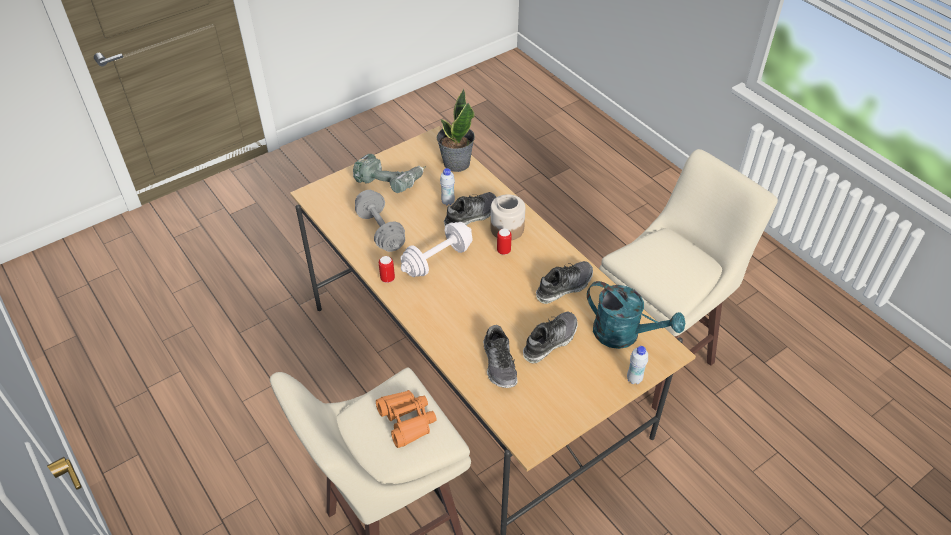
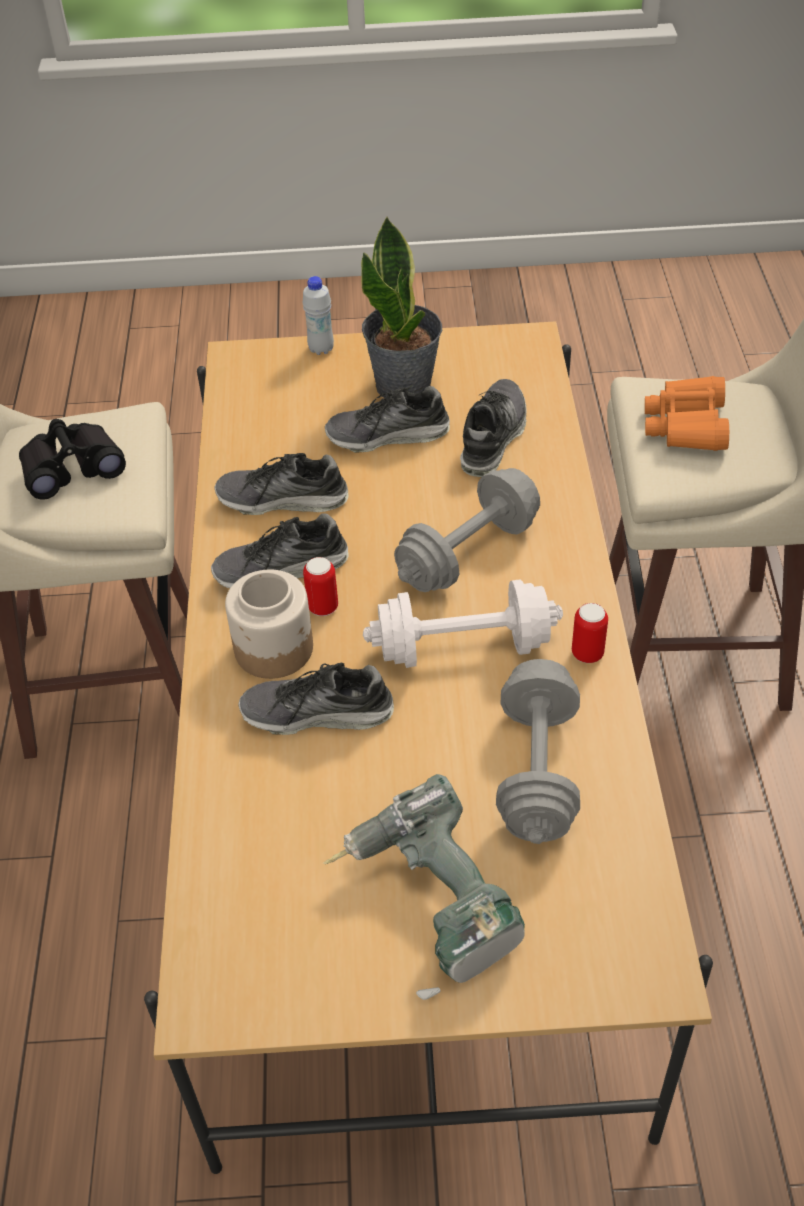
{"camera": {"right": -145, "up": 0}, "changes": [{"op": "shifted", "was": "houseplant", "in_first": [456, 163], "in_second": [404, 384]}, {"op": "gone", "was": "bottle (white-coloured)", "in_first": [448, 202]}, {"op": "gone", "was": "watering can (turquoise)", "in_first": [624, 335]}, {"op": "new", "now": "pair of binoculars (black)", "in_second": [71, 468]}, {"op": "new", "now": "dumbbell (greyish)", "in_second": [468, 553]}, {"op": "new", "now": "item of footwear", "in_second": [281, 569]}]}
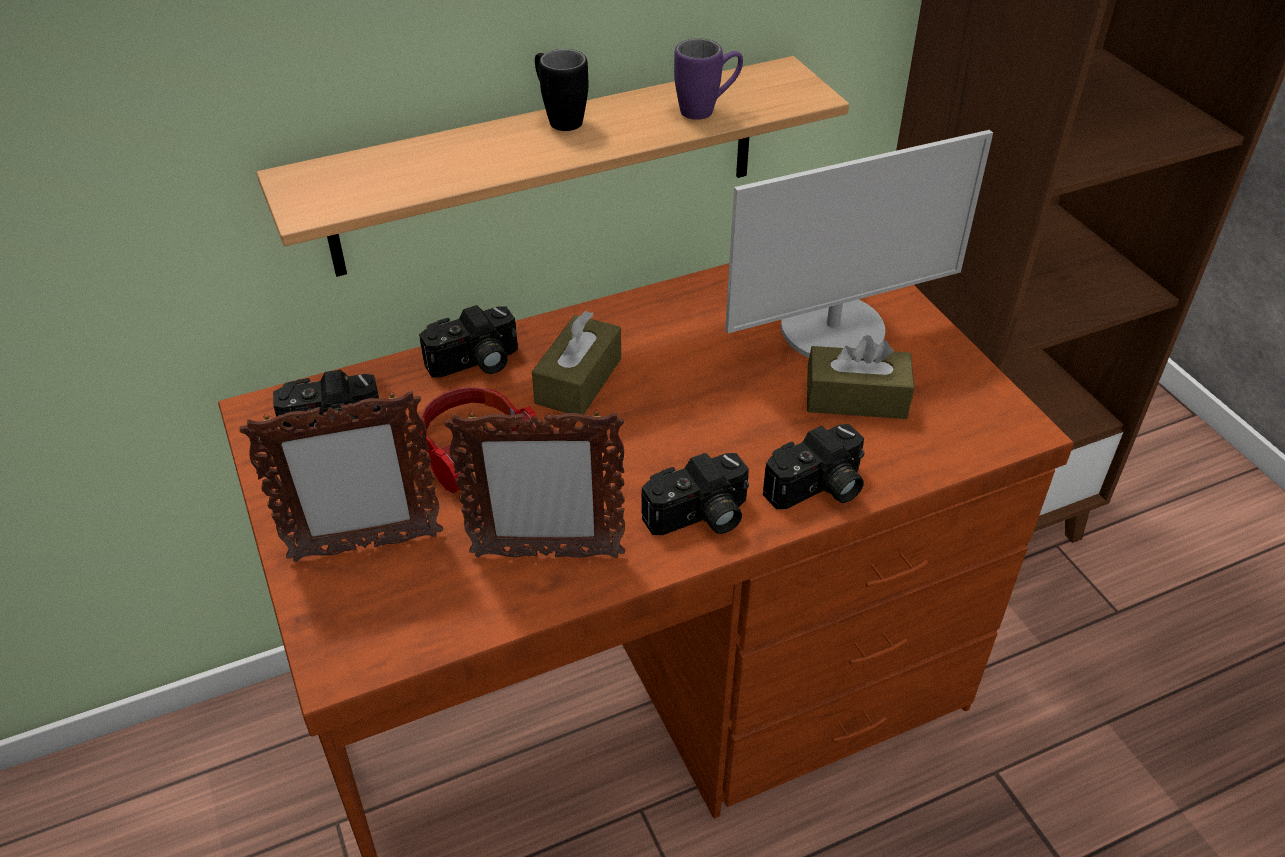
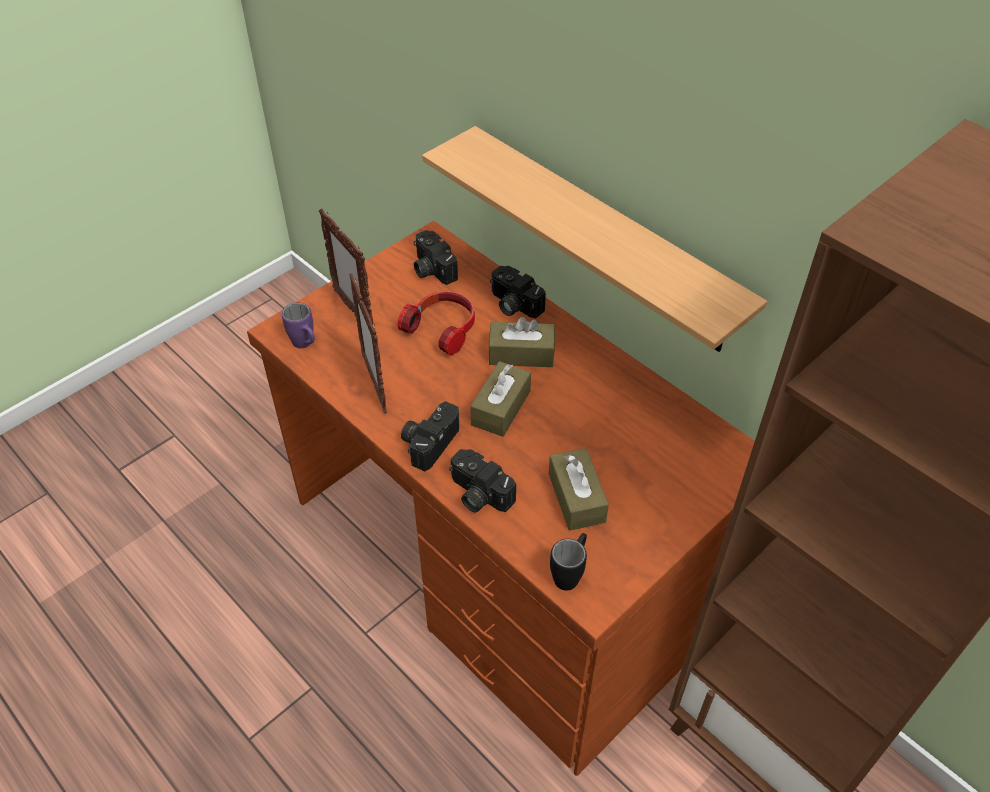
{"camera": {"right": 70, "up": 5}, "changes": [{"op": "shifted", "was": "tea mug (purple)", "in_first": [707, 110], "in_second": [306, 345]}, {"op": "shifted", "was": "tea mug (black)", "in_first": [559, 118], "in_second": [570, 573]}, {"op": "gone", "was": "monitor", "in_first": [834, 330]}, {"op": "rotated", "was": "photo camera", "in_first": [699, 518], "in_second": [429, 441], "clockwise": 75}, {"op": "new", "now": "tissue box (brownish)", "in_second": [501, 408]}]}
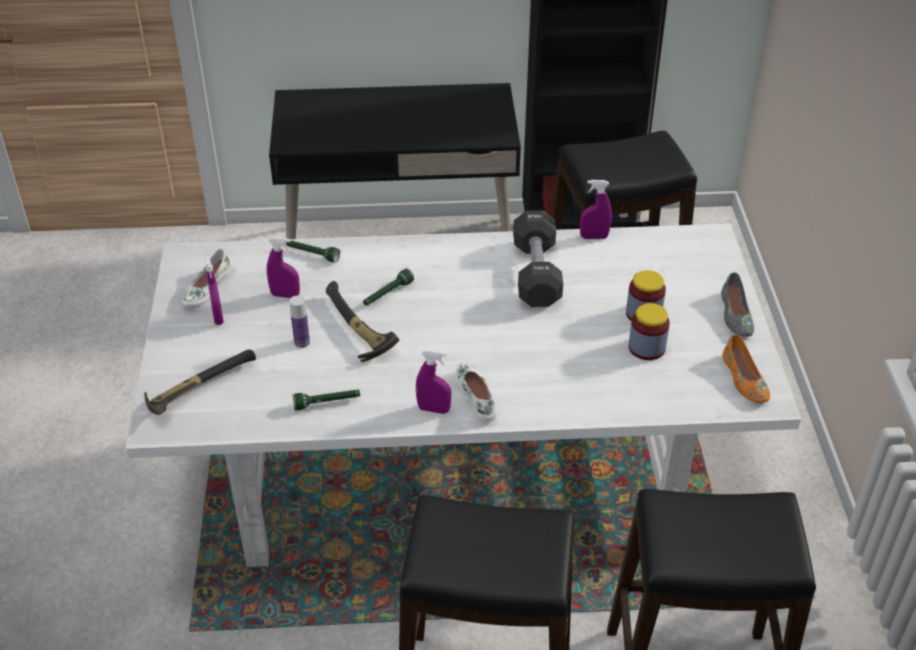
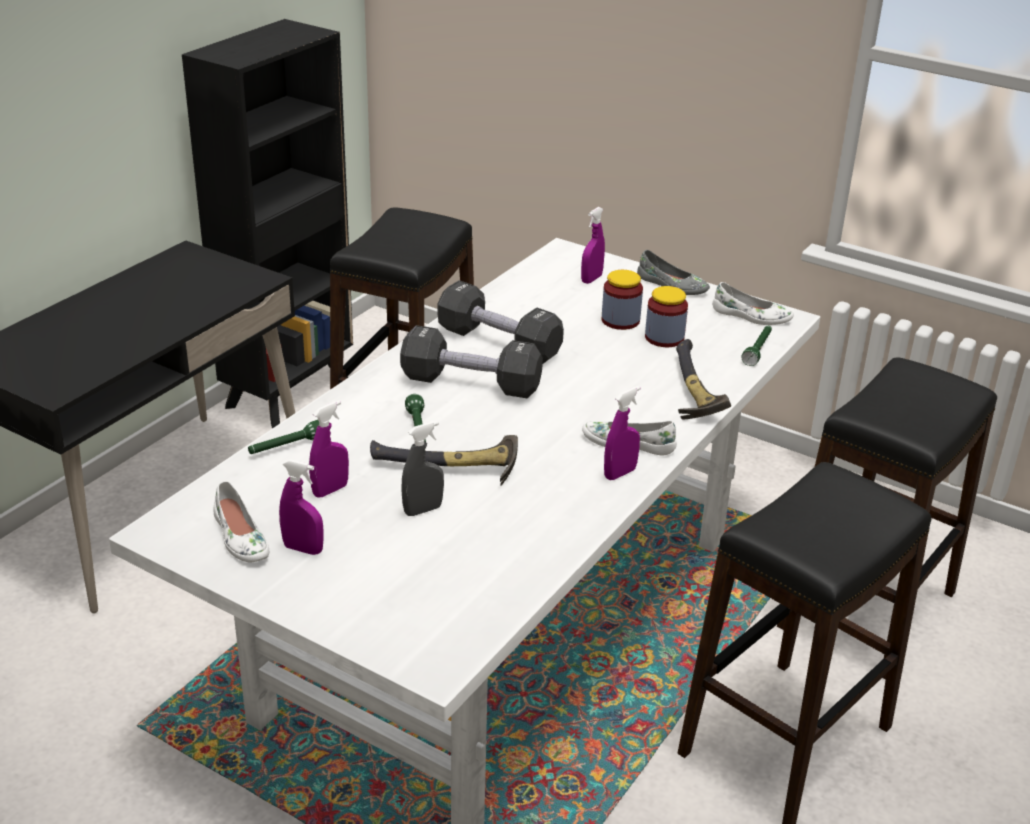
{"camera": {"right": -55, "up": -10}, "changes": [{"op": "shifted", "was": "sprayer (purple)", "in_first": [594, 237], "in_second": [591, 279]}, {"op": "swapped", "was": "bottle", "now": "sprayer (greyish)", "in_first": [302, 342], "in_second": [423, 510]}, {"op": "repainted", "was": "item of footwear (orange)", "now": "item of footwear (white-coloured)", "in_first": [744, 379], "in_second": [751, 316]}, {"op": "shifted", "was": "tool hammer", "in_first": [196, 389], "in_second": [691, 392]}, {"op": "shifted", "was": "hand torch (green)", "in_first": [327, 403], "in_second": [758, 350]}, {"op": "new", "now": "dumbbell (black)", "in_second": [471, 383]}]}
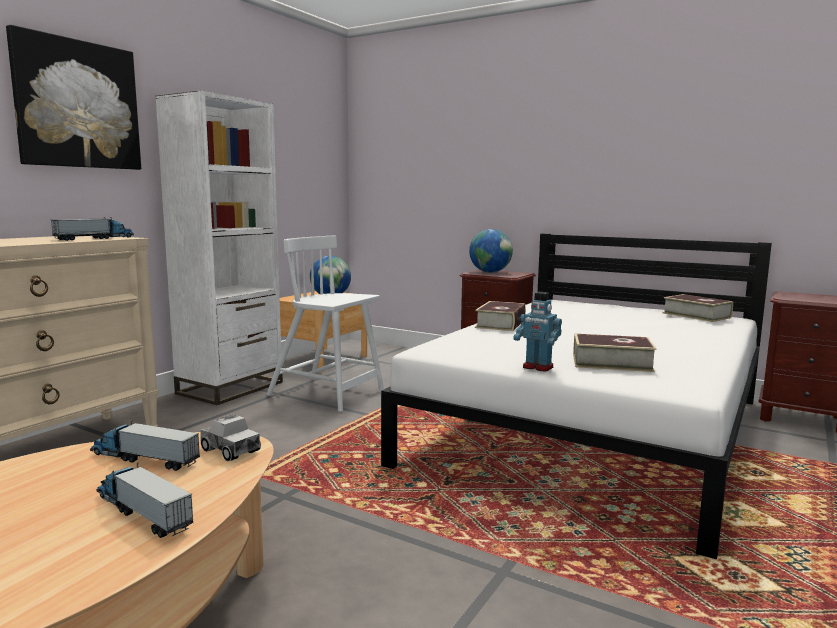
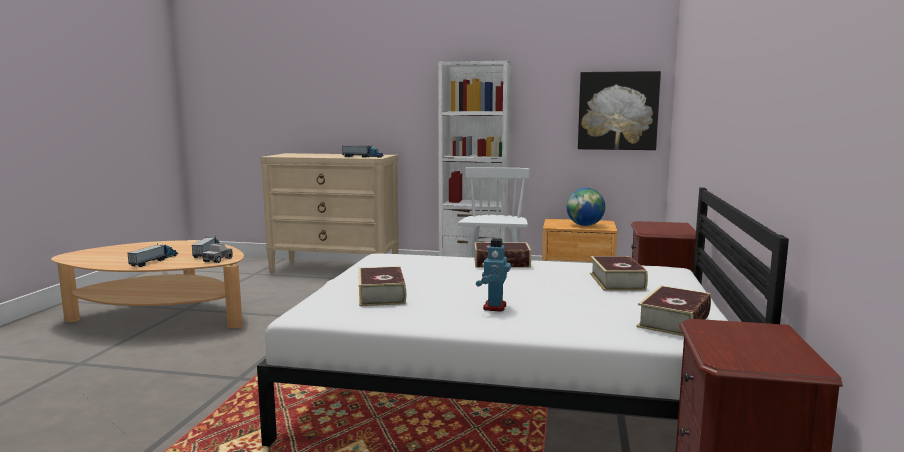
{"camera": {"right": 70, "up": 0}, "changes": [{"op": "shifted", "was": "wall picture", "in_first": [77, 104], "in_second": [617, 111]}, {"op": "gone", "was": "world globe", "in_first": [490, 272]}, {"op": "shifted", "was": "model robot", "in_first": [537, 367], "in_second": [494, 307]}, {"op": "new", "now": "bound book", "in_second": [617, 281]}]}
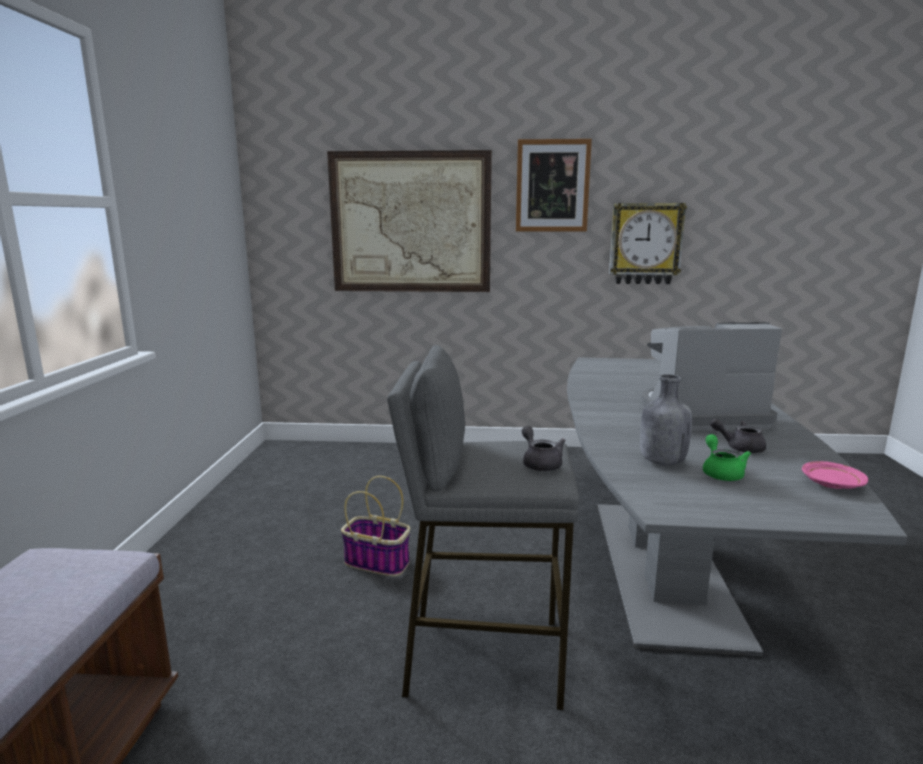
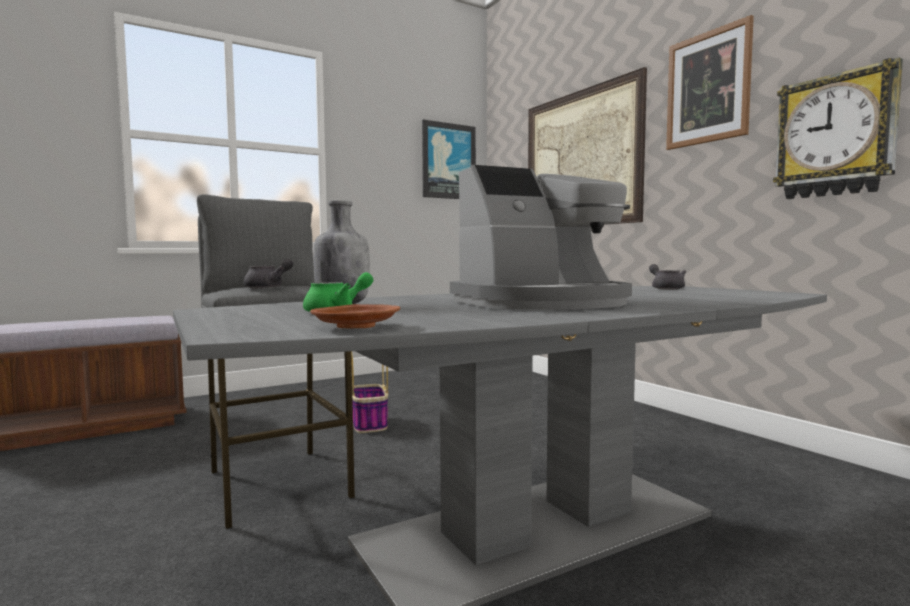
{"camera": {"right": 55, "up": -10}, "changes": [{"op": "rotated", "was": "coffee maker", "in_first": [699, 415], "in_second": [542, 303], "clockwise": 105}, {"op": "shifted", "was": "pot for tea (greyish)", "in_first": [739, 447], "in_second": [666, 288]}, {"op": "repainted", "was": "dinner plate (pink-coloured)", "now": "dinner plate (brownish)", "in_first": [831, 484], "in_second": [357, 327]}, {"op": "new", "now": "wall picture", "in_second": [448, 161]}]}
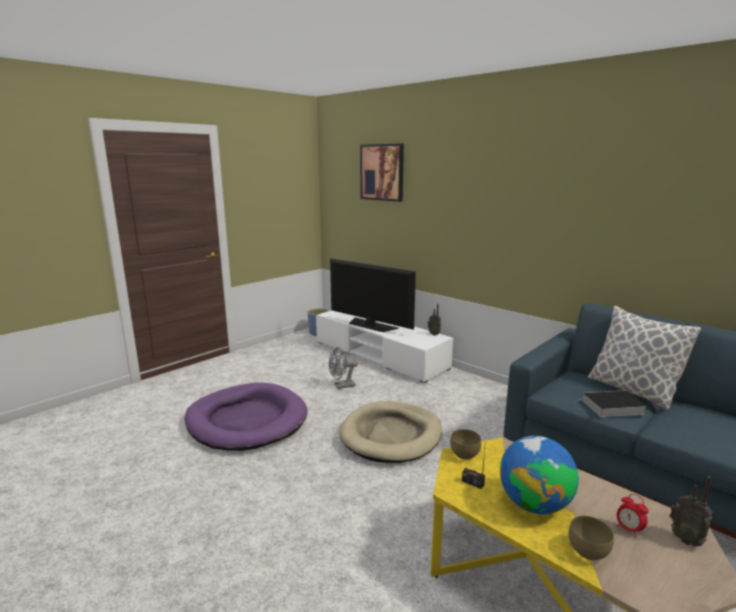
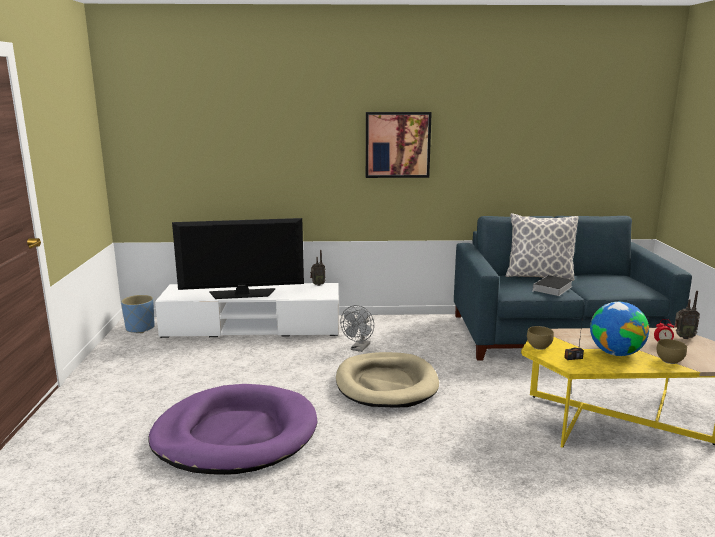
{"camera": {"right": -45, "up": 0}, "changes": [{"op": "shifted", "was": "wall picture", "in_first": [382, 172], "in_second": [397, 145]}, {"op": "shifted", "was": "fan (greyish)", "in_first": [342, 386], "in_second": [359, 348]}]}
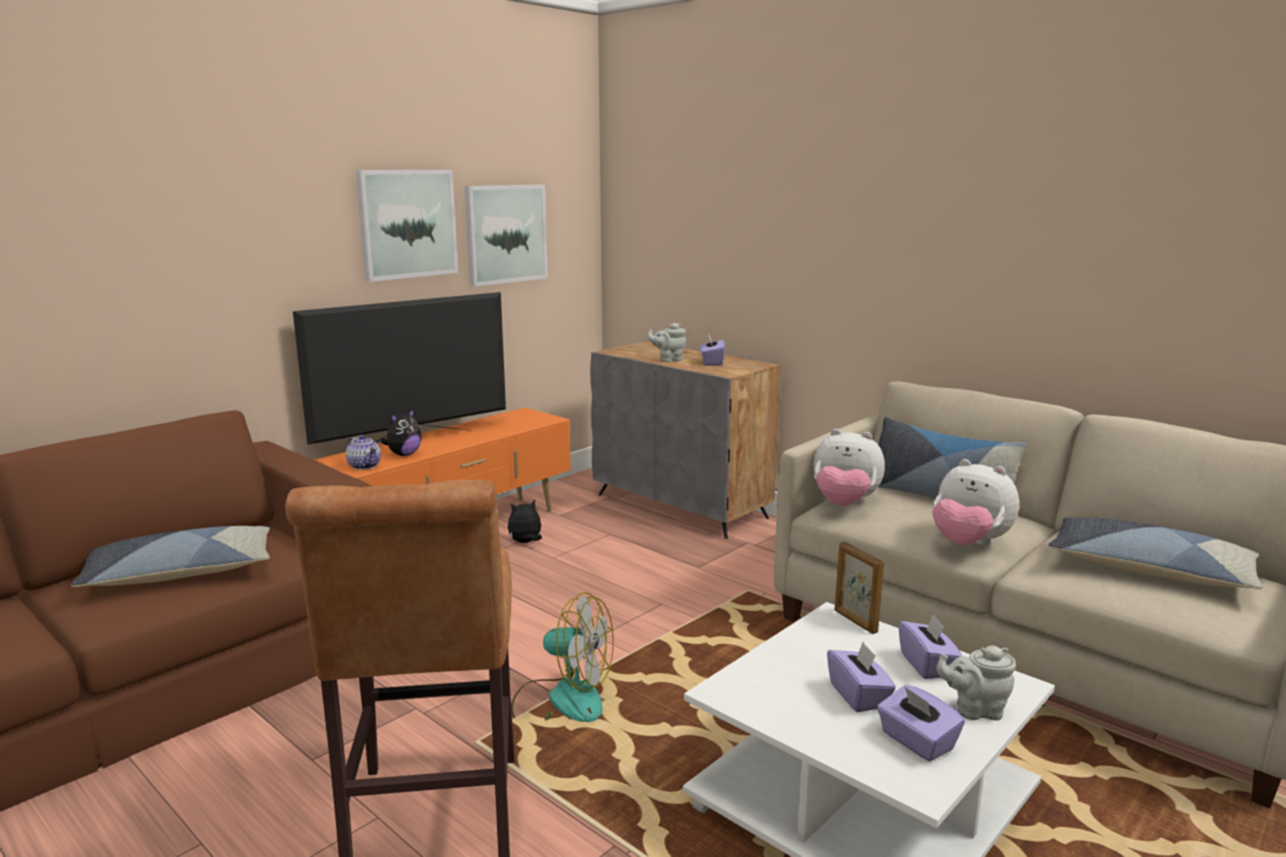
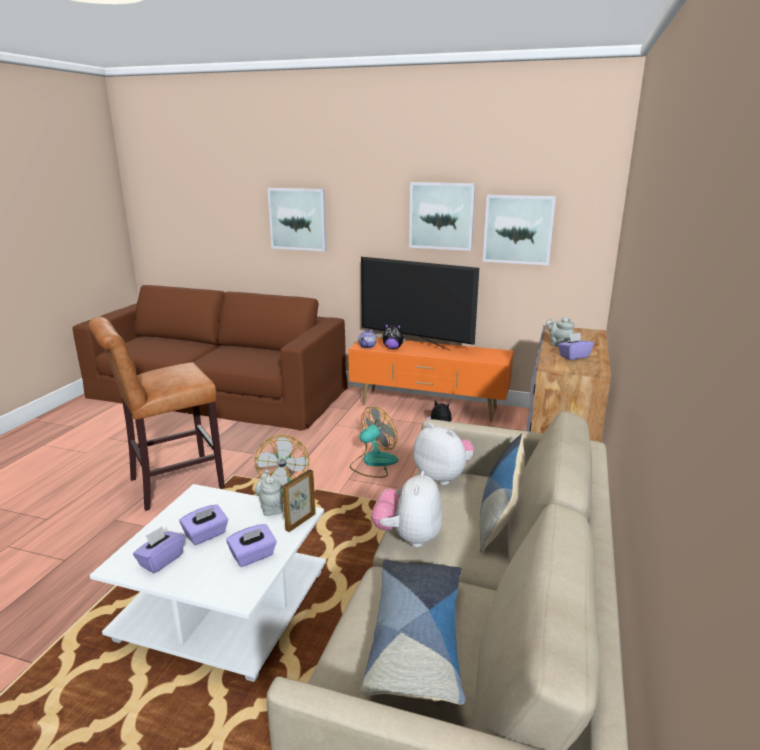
{"camera": {"right": 65, "up": 5}, "changes": [{"op": "rotated", "was": "cuddly toy", "in_first": [844, 504], "in_second": [443, 477], "clockwise": 135}, {"op": "gone", "was": "throw pillow", "in_first": [180, 573]}, {"op": "shifted", "was": "pot for tea (greyish)", "in_first": [975, 710], "in_second": [271, 508]}, {"op": "new", "now": "wall picture", "in_second": [298, 219]}, {"op": "new", "now": "fan", "in_second": [373, 463]}]}
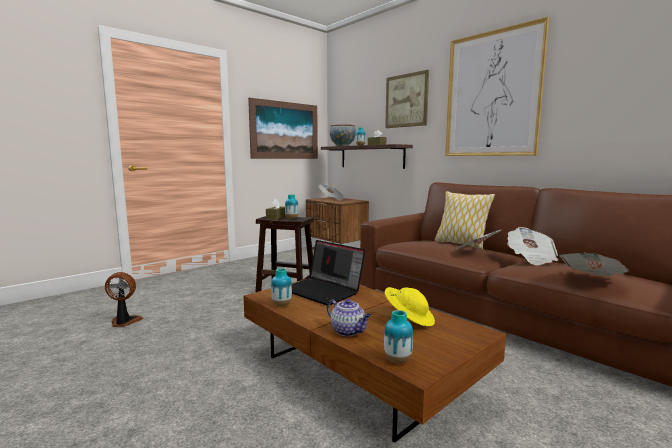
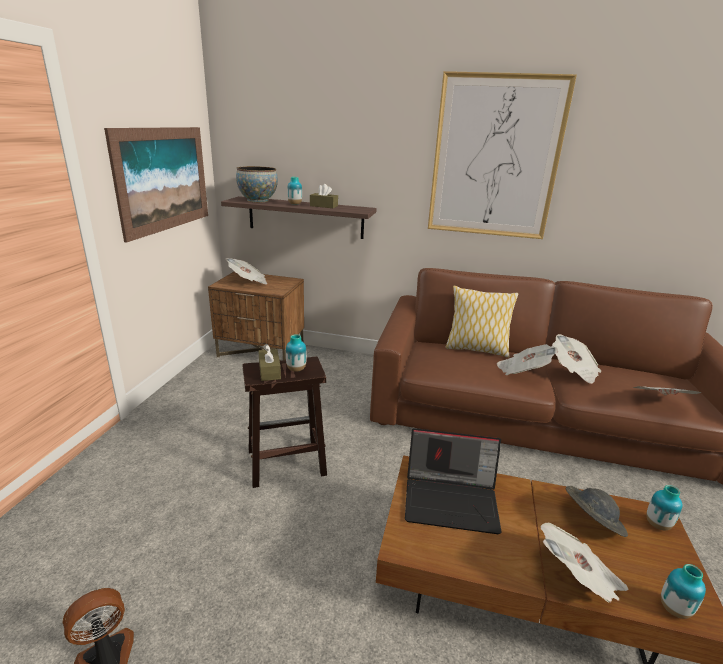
{"camera": {"right": -35, "up": 15}, "changes": [{"op": "gone", "was": "wall picture", "in_first": [406, 100]}, {"op": "shifted", "was": "vase", "in_first": [281, 305], "in_second": [657, 524]}, {"op": "repainted", "was": "hat (yellowish)", "now": "hat (greyish)", "in_first": [409, 319], "in_second": [591, 521]}, {"op": "swapped", "was": "pot for tea", "now": "daily paper", "in_first": [348, 331], "in_second": [578, 578]}]}
